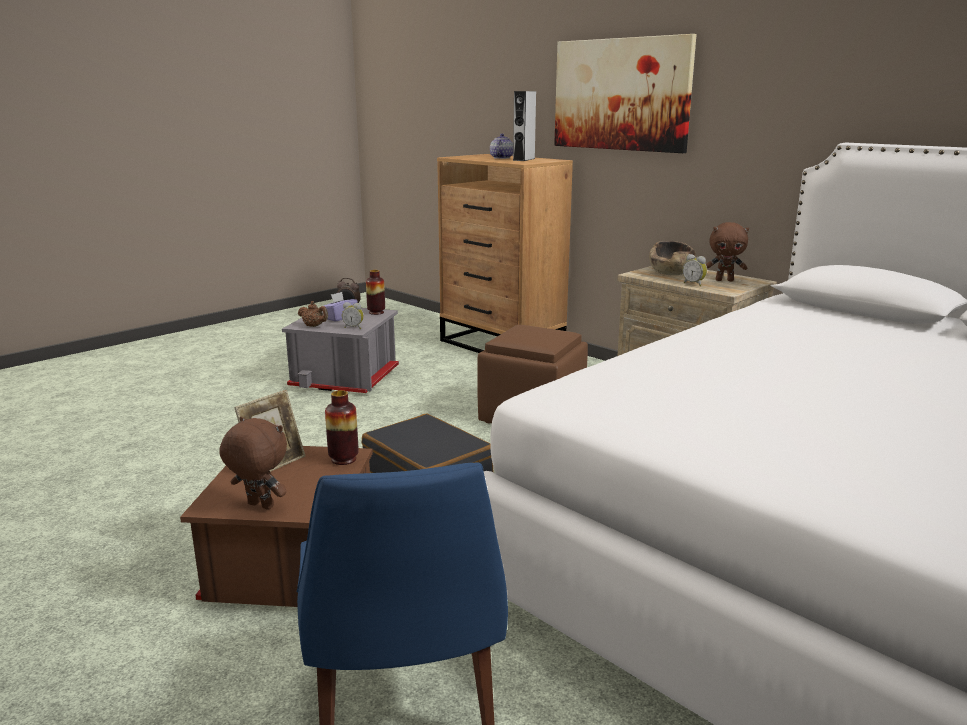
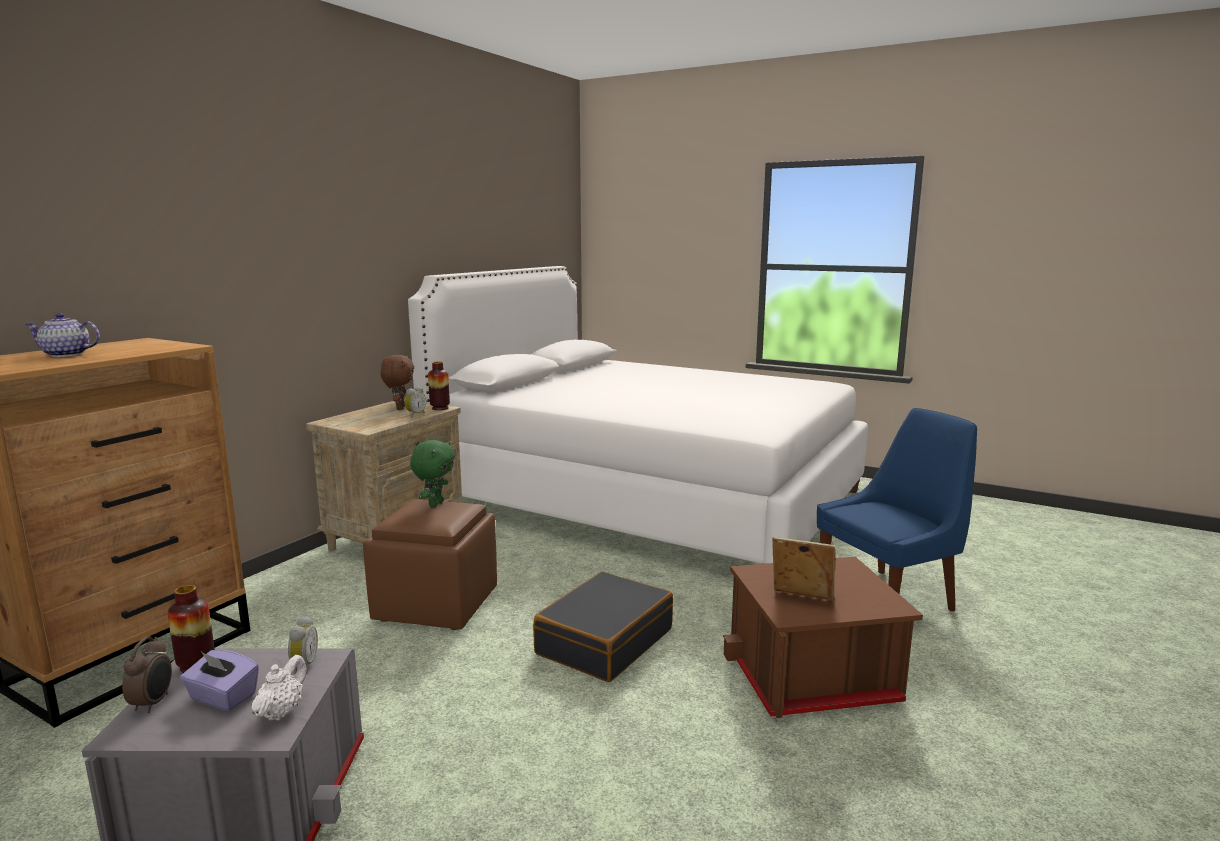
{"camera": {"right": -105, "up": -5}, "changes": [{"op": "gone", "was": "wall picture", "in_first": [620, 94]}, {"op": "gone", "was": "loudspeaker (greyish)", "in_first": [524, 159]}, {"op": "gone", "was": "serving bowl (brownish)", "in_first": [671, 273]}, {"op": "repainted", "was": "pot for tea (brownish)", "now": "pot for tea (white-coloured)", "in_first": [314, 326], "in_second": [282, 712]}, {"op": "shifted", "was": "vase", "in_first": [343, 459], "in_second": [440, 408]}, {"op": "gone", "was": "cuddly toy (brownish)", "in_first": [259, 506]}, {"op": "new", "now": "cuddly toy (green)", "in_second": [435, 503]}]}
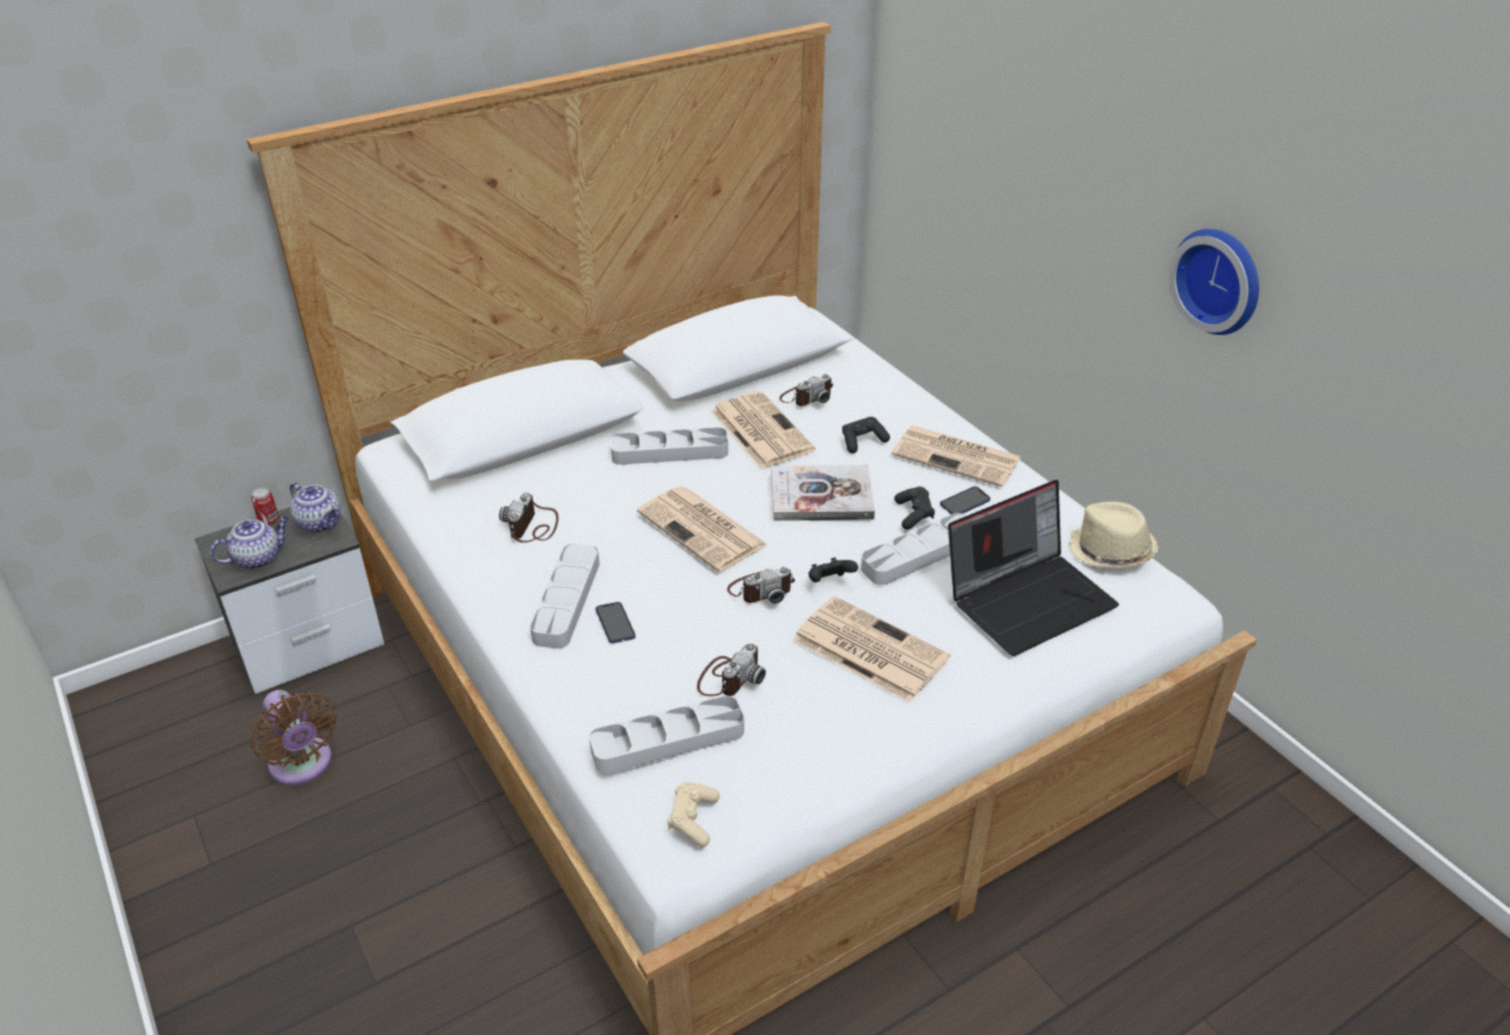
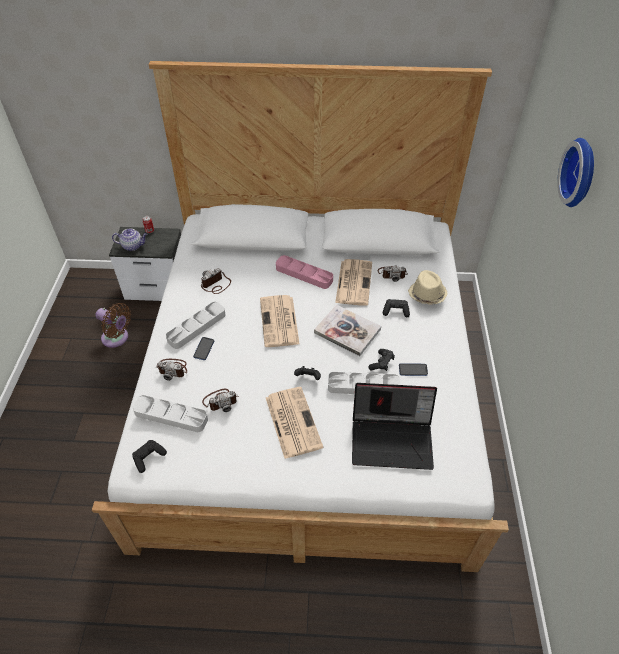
{"camera": {"right": 35, "up": 10}, "changes": [{"op": "shifted", "was": "wall clock", "in_first": [1220, 279], "in_second": [581, 173]}, {"op": "gone", "was": "daily paper", "in_first": [958, 457]}, {"op": "repainted", "was": "carrying tray (greyish)", "now": "carrying tray (pink-coloured)", "in_first": [670, 452], "in_second": [304, 274]}, {"op": "gone", "was": "pot for tea", "in_first": [321, 523]}, {"op": "shifted", "was": "hat (beige-coloured)", "in_first": [1110, 552], "in_second": [426, 295]}, {"op": "shifted", "was": "photo camera", "in_first": [761, 590], "in_second": [173, 369]}, {"op": "rotated", "was": "fan (brownish)", "in_first": [303, 766], "in_second": [117, 338], "clockwise": -60}, {"op": "repainted", "was": "game controller (beige-coloured)", "now": "game controller (black)", "in_first": [693, 820], "in_second": [149, 458]}]}
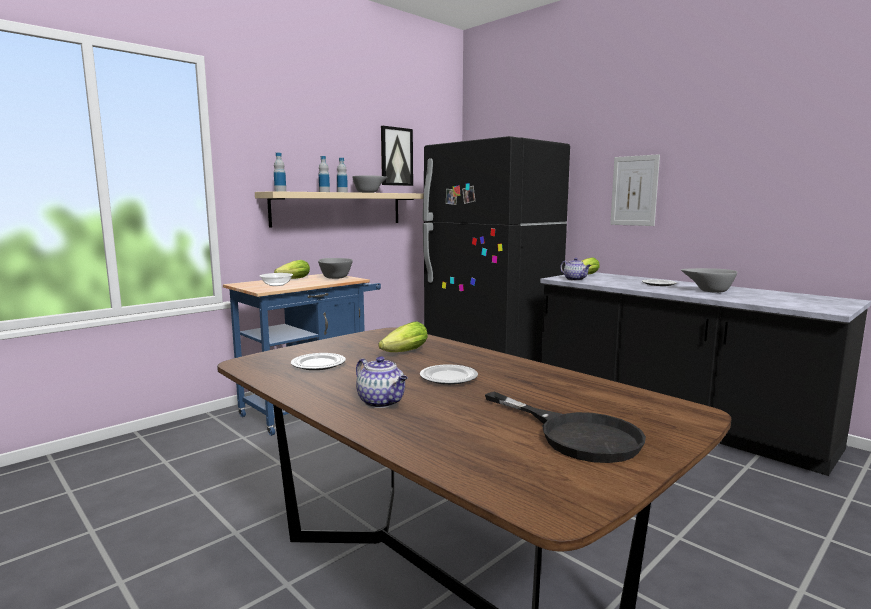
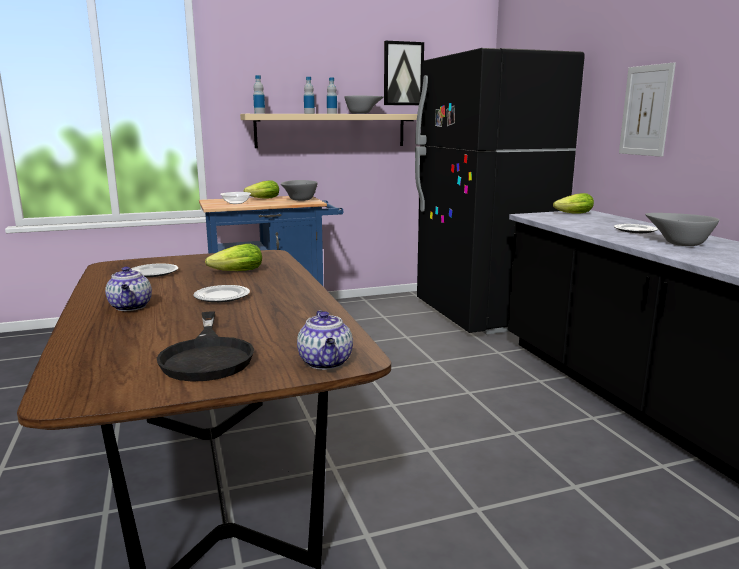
{"camera": {"right": 25, "up": 5}, "changes": [{"op": "shifted", "was": "pot for tea", "in_first": [575, 279], "in_second": [326, 363]}]}
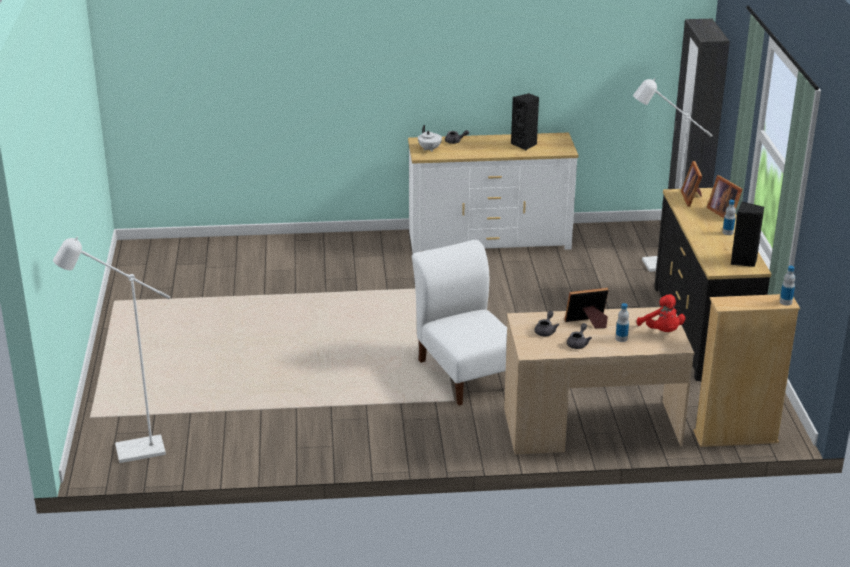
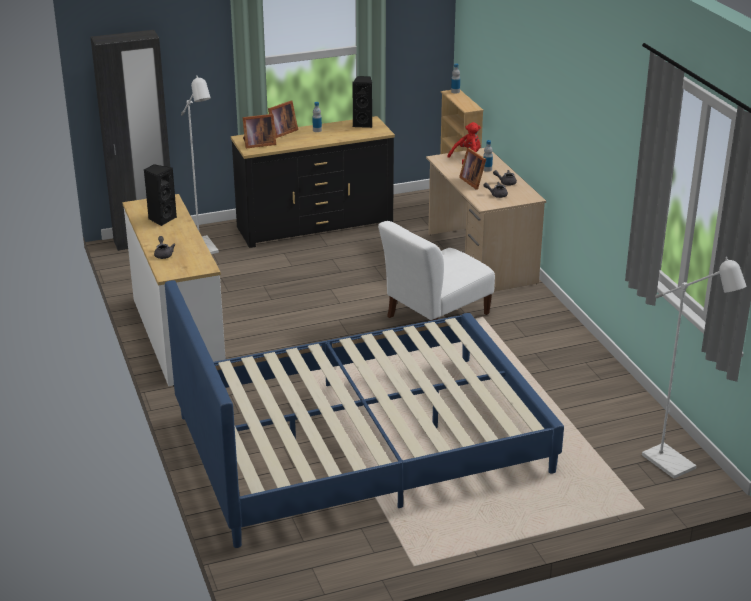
{"camera": {"right": -105, "up": 0}, "changes": [{"op": "gone", "was": "pot for tea (white-coloured)", "in_first": [429, 149]}, {"op": "new", "now": "sleeping bed (blue-coloured)", "in_second": [361, 444]}]}
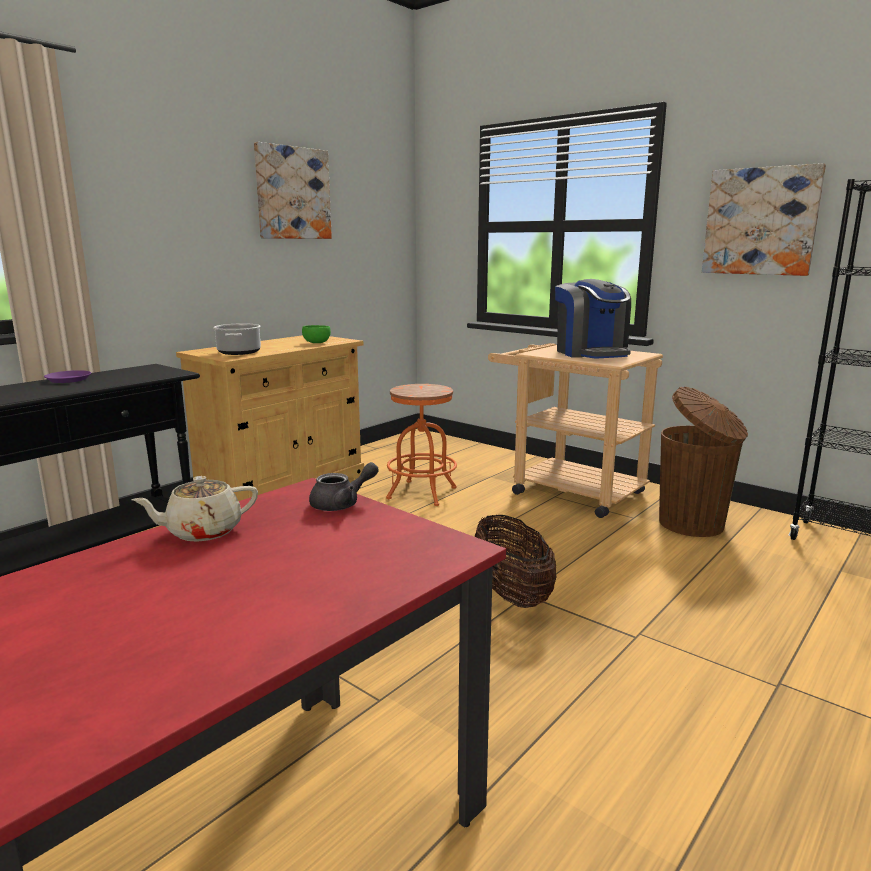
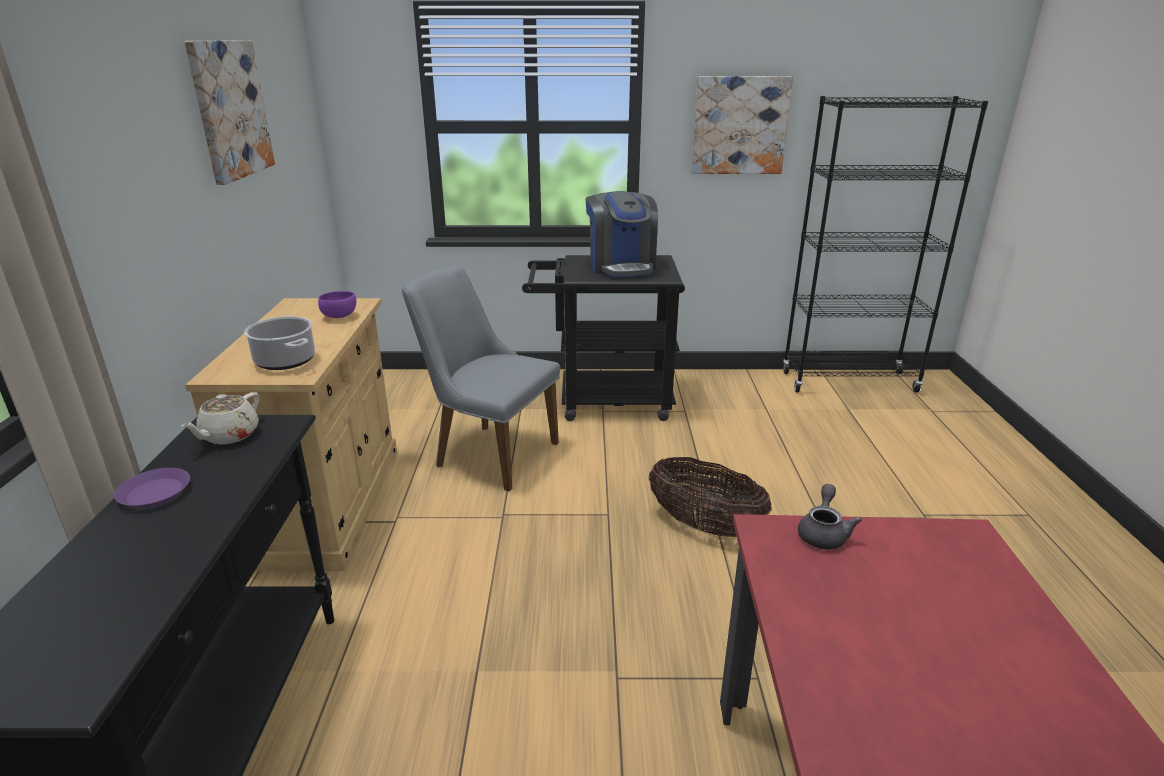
{"camera": {"right": -40, "up": 10}, "changes": [{"op": "rotated", "was": "coffee maker", "in_first": [591, 353], "in_second": [621, 266], "clockwise": 45}, {"op": "repainted", "was": "serving bowl (green)", "now": "serving bowl (purple)", "in_first": [316, 343], "in_second": [339, 316]}, {"op": "repainted", "was": "wheeled cart (beige-coloured)", "now": "wheeled cart (black)", "in_first": [567, 490], "in_second": [603, 400]}, {"op": "swapped", "was": "stool seat (orange)", "now": "upright chair (greyish)", "in_first": [422, 493], "in_second": [487, 452]}, {"op": "gone", "was": "waste bin (brownish)", "in_first": [693, 524]}, {"op": "shifted", "was": "pot for tea (beige-coloured)", "in_first": [202, 531], "in_second": [229, 435]}]}
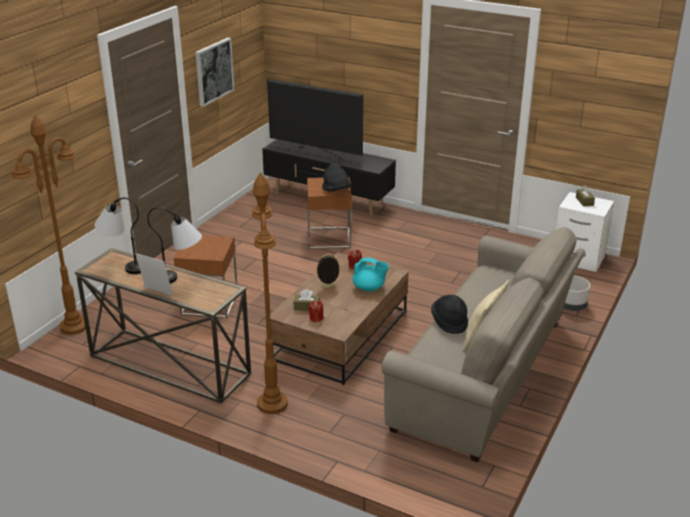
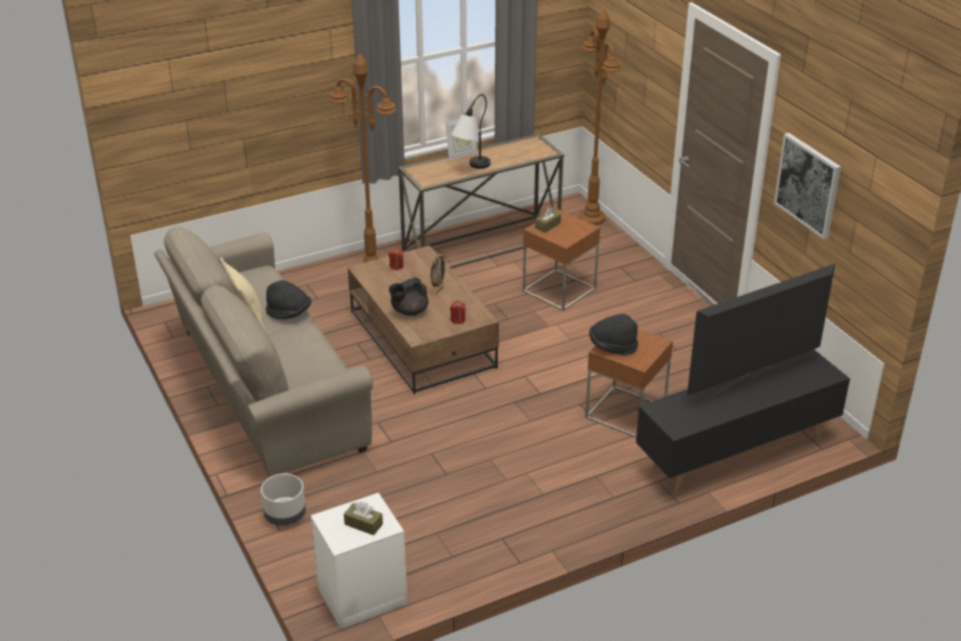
{"camera": {"right": 125, "up": 5}, "changes": [{"op": "gone", "was": "tabletop lamp", "in_first": [123, 265]}, {"op": "repainted", "was": "pot for tea (turquoise)", "now": "pot for tea (black)", "in_first": [369, 288], "in_second": [409, 311]}, {"op": "shifted", "was": "tissue box (brownish)", "in_first": [306, 307], "in_second": [547, 225]}]}
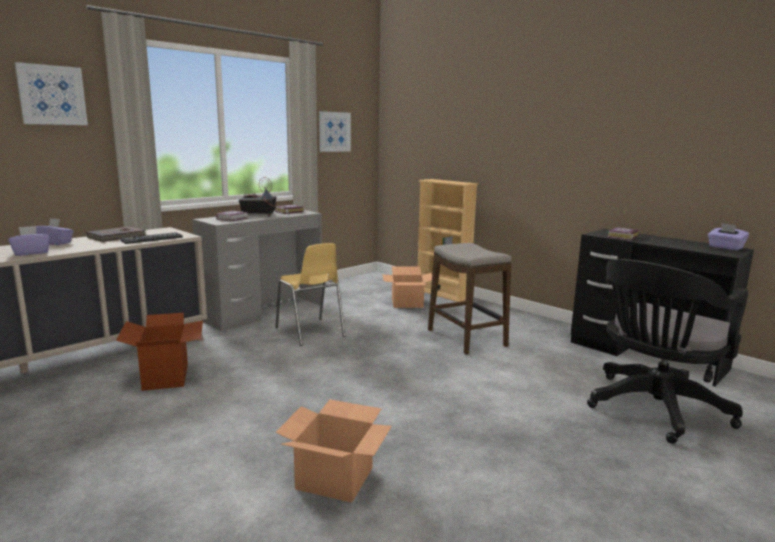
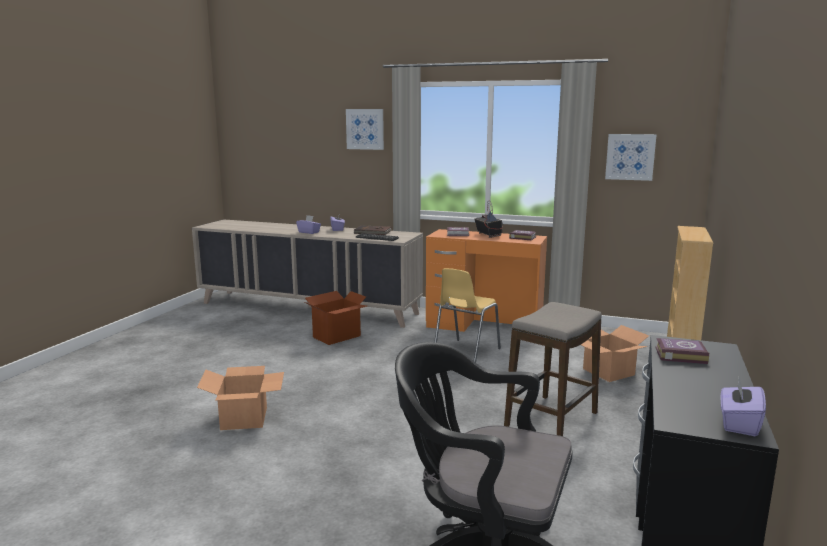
{"camera": {"right": 65, "up": 0}, "changes": [{"op": "repainted", "was": "desk table (greyish)", "now": "desk table (orange)", "in_first": [263, 312], "in_second": [484, 327]}]}
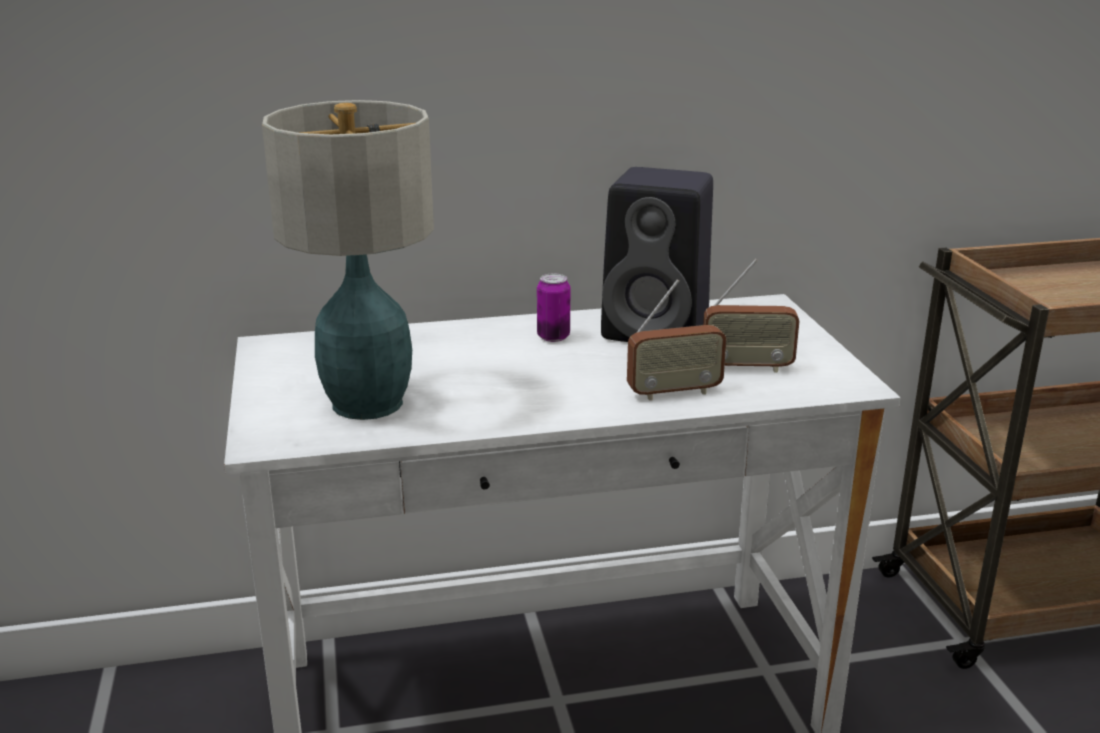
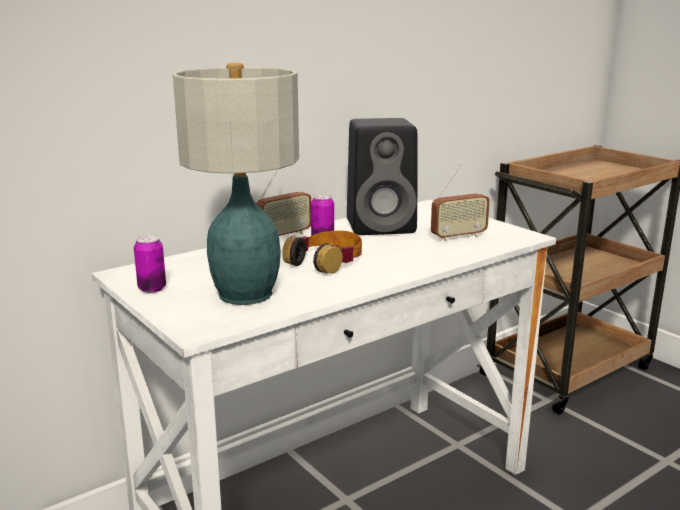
{"camera": {"right": -25, "up": -5}, "changes": [{"op": "shifted", "was": "radio set", "in_first": [674, 392], "in_second": [284, 236]}, {"op": "new", "now": "headset", "in_second": [326, 261]}, {"op": "new", "now": "can", "in_second": [152, 289]}]}
